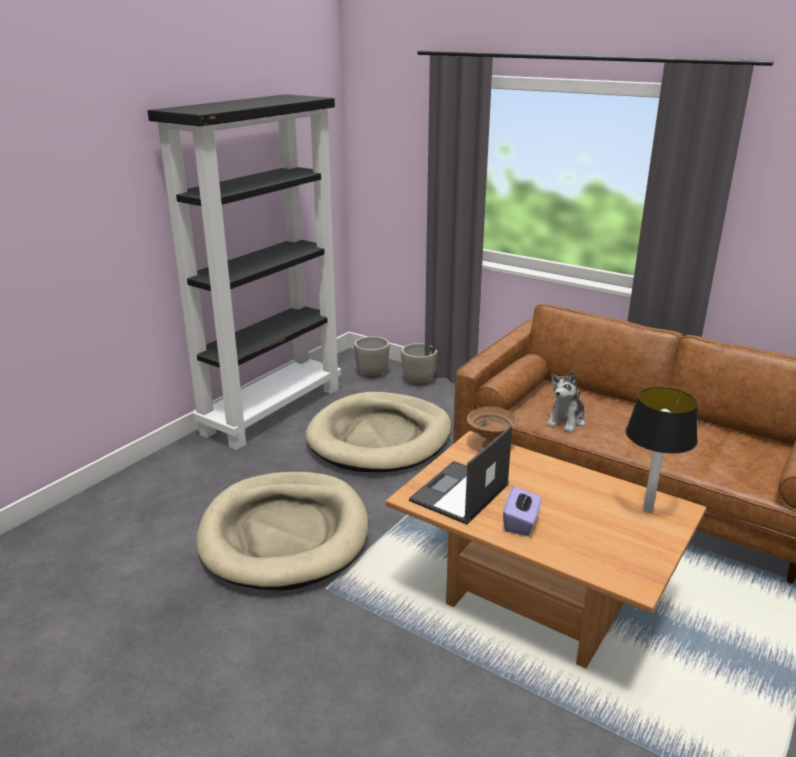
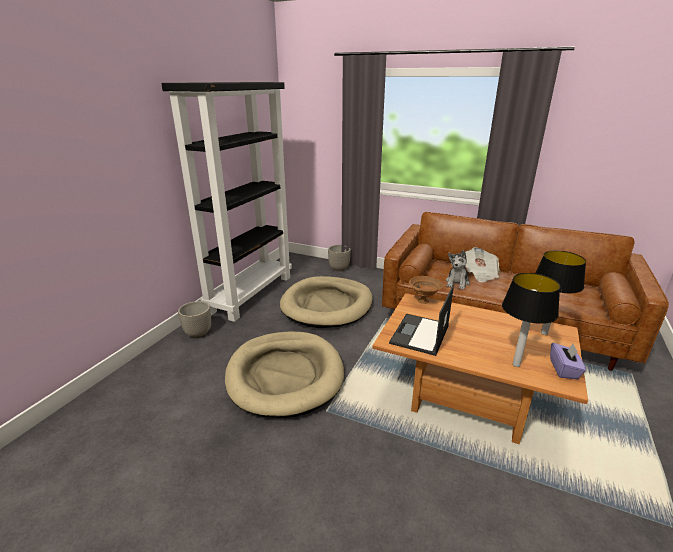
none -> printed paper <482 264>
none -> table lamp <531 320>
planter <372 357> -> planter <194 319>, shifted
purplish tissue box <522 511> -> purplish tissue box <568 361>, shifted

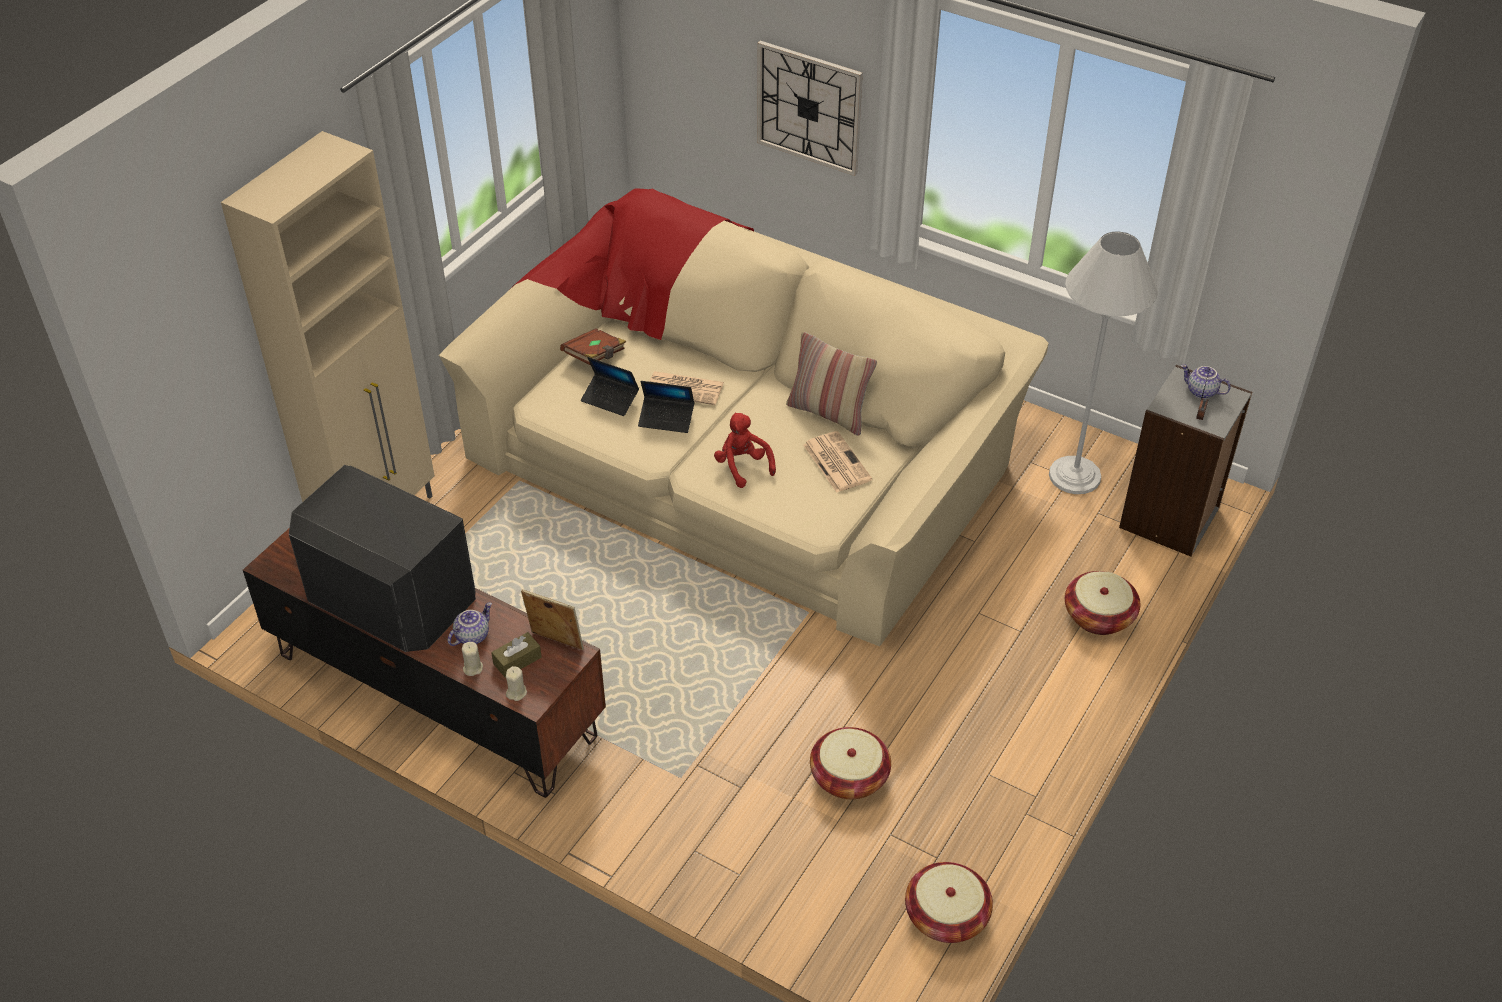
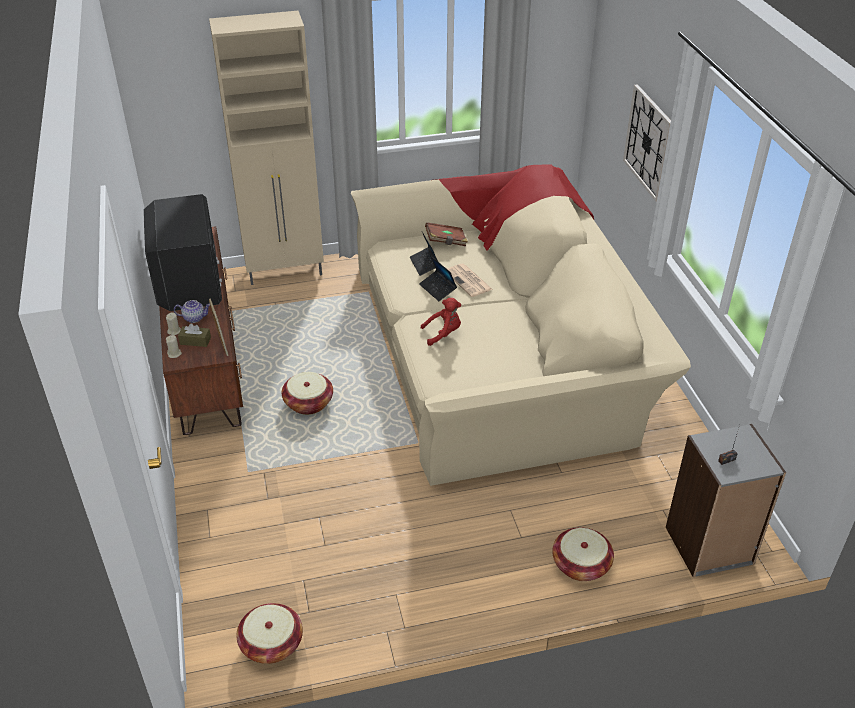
cushion <831 383> -> none
printed paper <838 462> -> none
whitish standing lamp <1103 362> -> none
tea pot <1206 381> -> none
basket <850 763> -> basket <307 393>, shifted
red-coloured plush toy <745 450> -> red-coloured plush toy <441 322>, 60 degrees clockwise

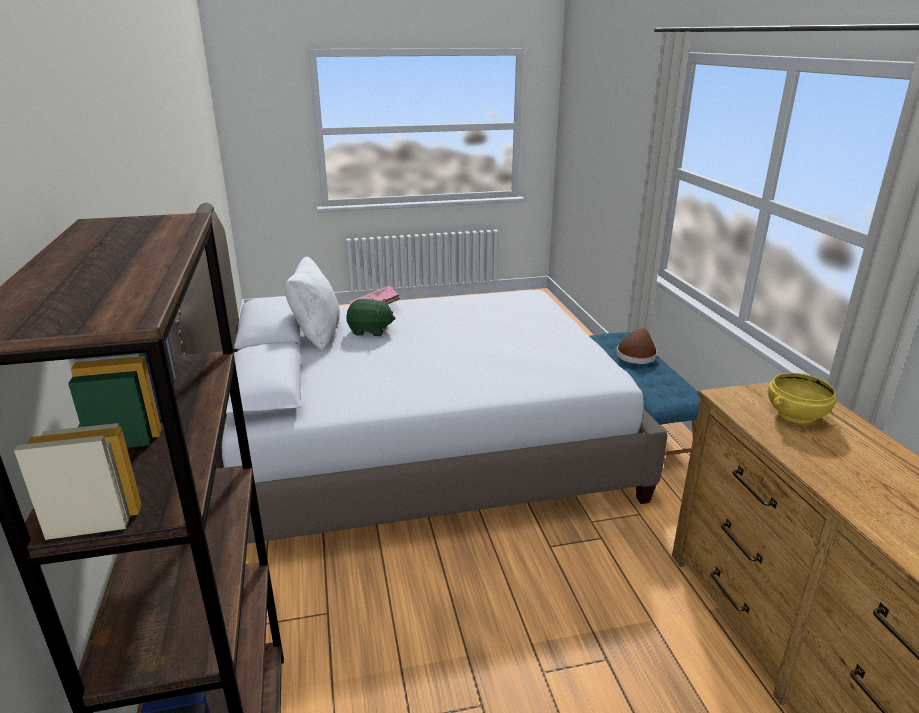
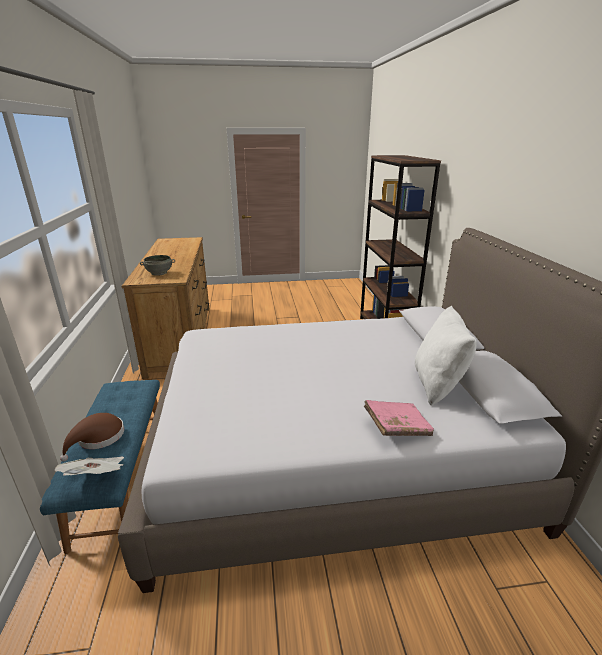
greenish plush toy <371 317> -> none
none -> printed paper <89 465>
yellow-coloured deep dish <802 398> -> greyish deep dish <157 265>

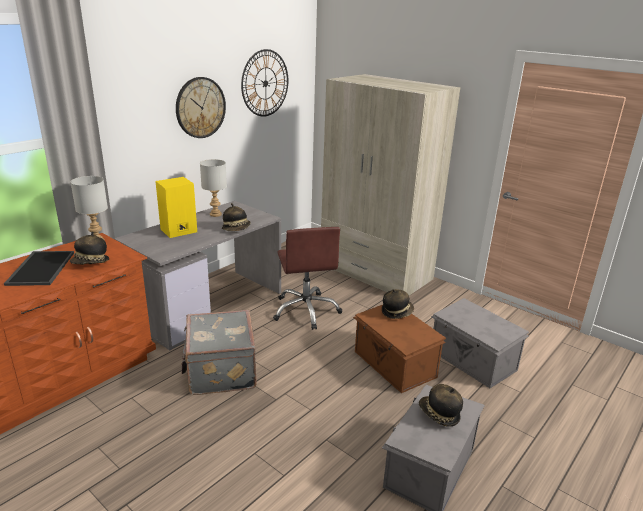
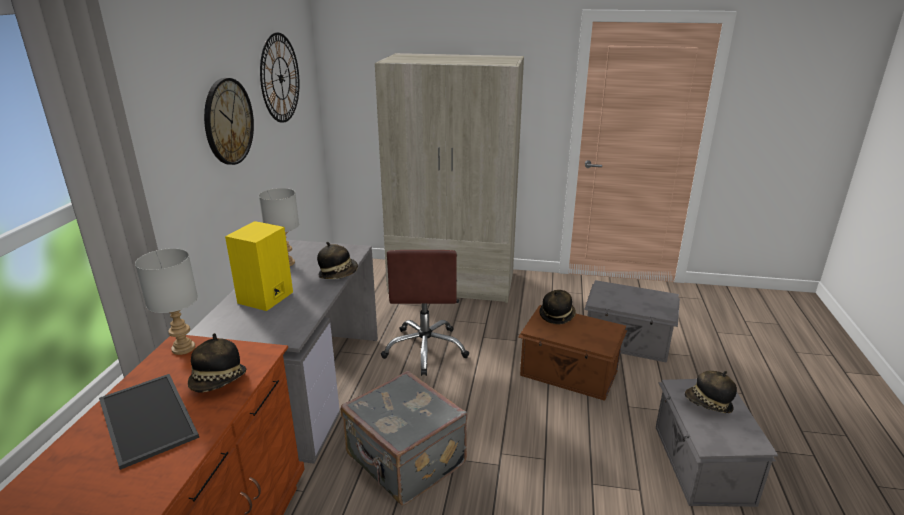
brown computer chair <307 278> -> brown computer chair <425 313>, 45 degrees clockwise

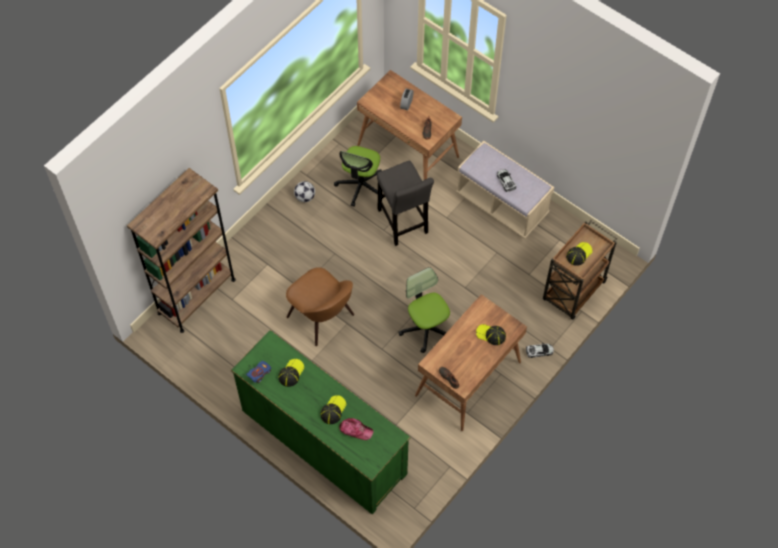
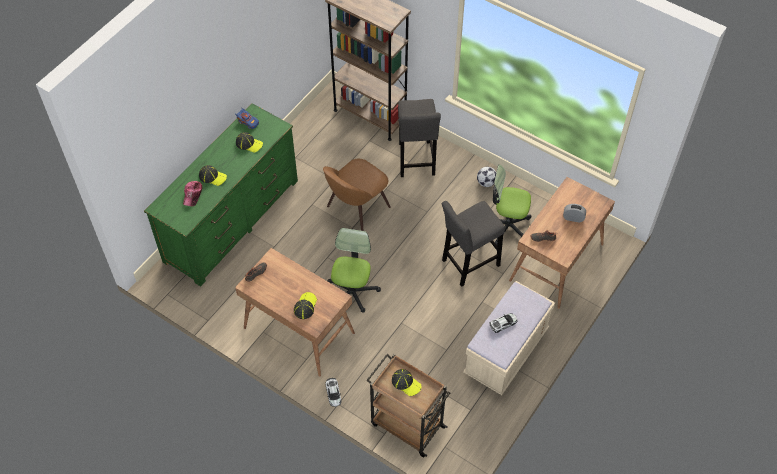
none -> greyish stool <419 138>
computer chair <424 310> -> computer chair <354 270>, 45 degrees counterclockwise

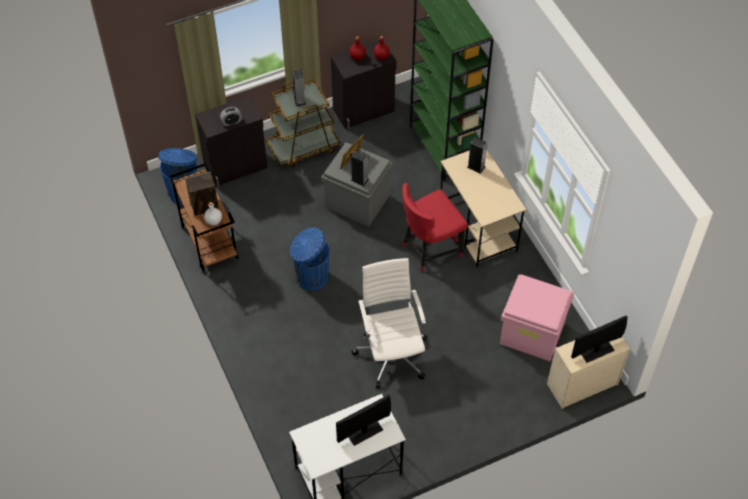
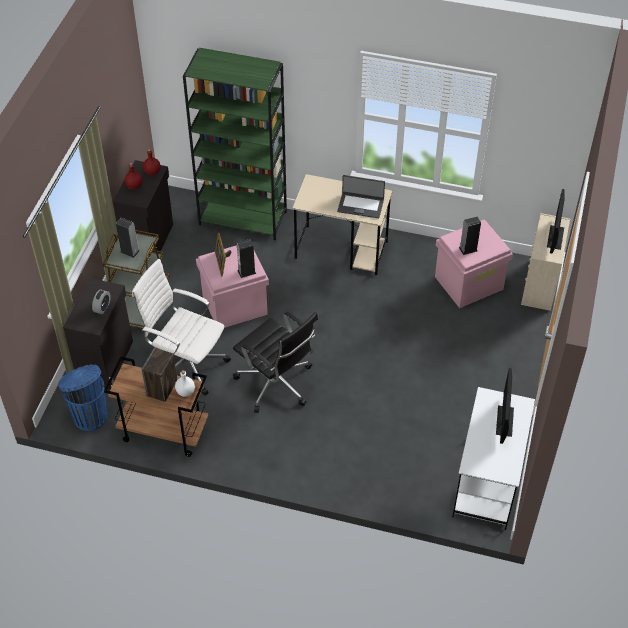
red-coloured plain chair <435 227> -> none
none -> notebook computer <361 196>
whitish computer chair <389 323> -> whitish computer chair <181 327>, shifted
loudspeaker <477 155> -> loudspeaker <470 235>, shifted
blue-coloured rubbish bin <310 259> -> black computer chair <275 362>
greyish storage container <357 184> -> pink-coloured storage container <232 286>

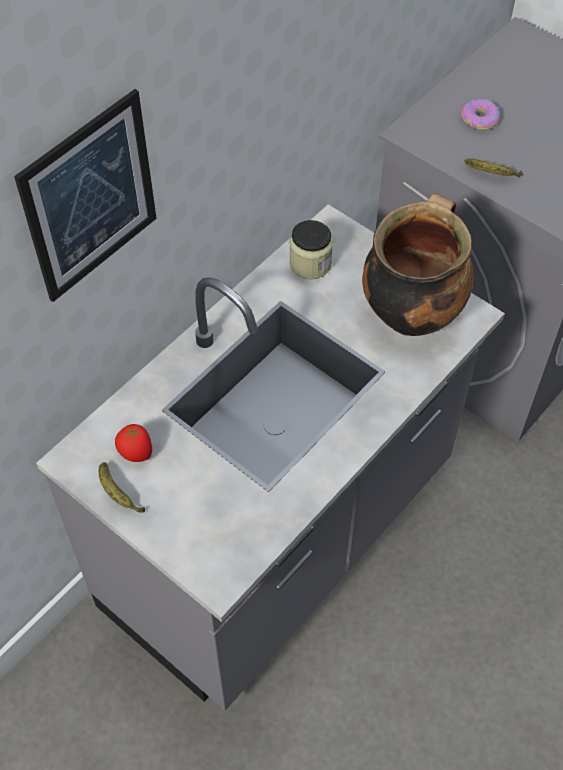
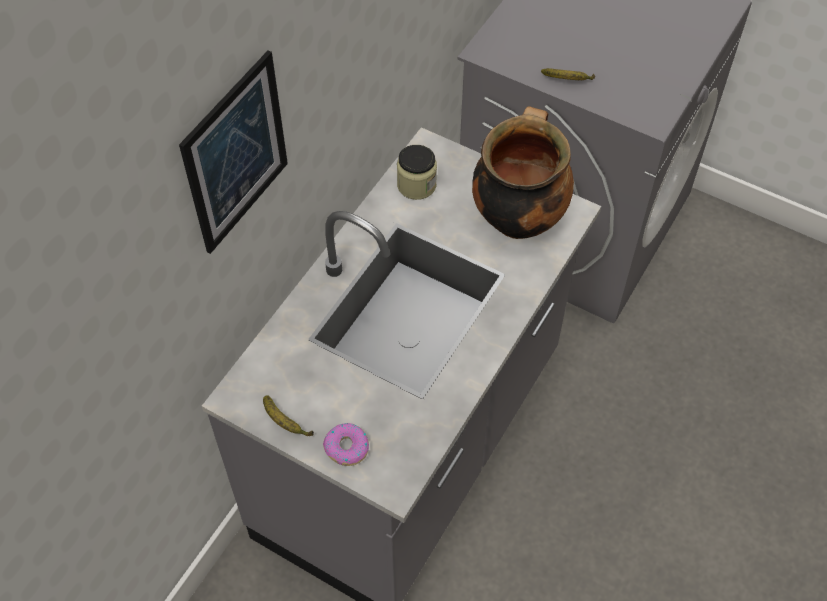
fresh tomato <133 443> -> none
ring doughnut <480 114> -> ring doughnut <346 444>, shifted

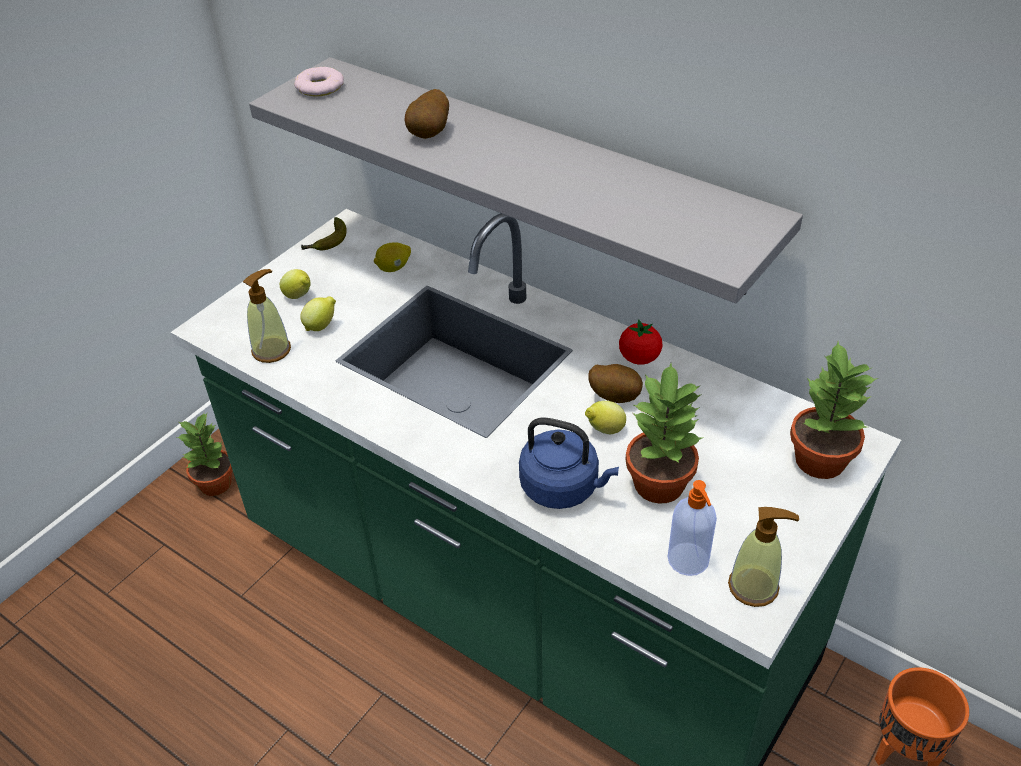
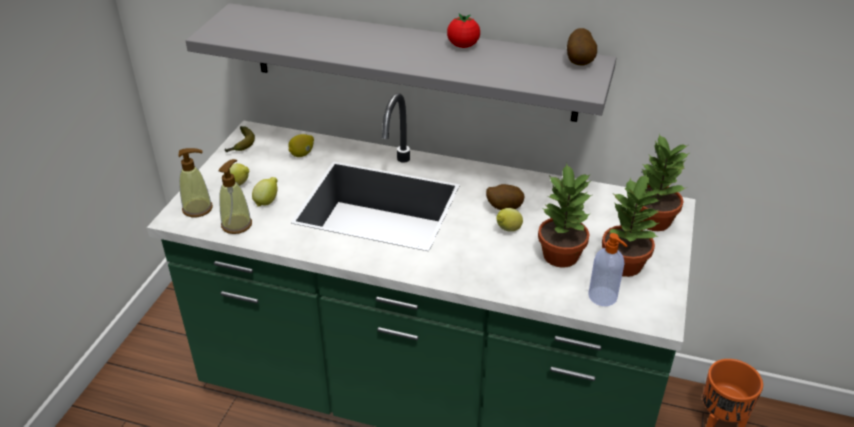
ring doughnut <319 82> -> none
blue-coloured water kettle <569 463> -> none
plant in a pot <205 454> -> plant in a pot <631 225>, shifted
whole potato <427 114> -> whole potato <582 47>, shifted
fresh tomato <640 342> -> fresh tomato <463 30>, shifted
soap bottle <763 557> -> soap bottle <196 182>, shifted

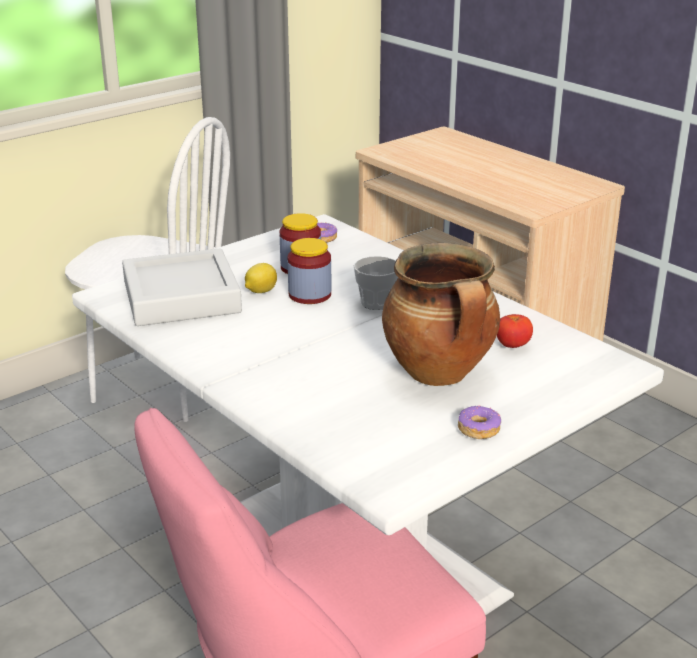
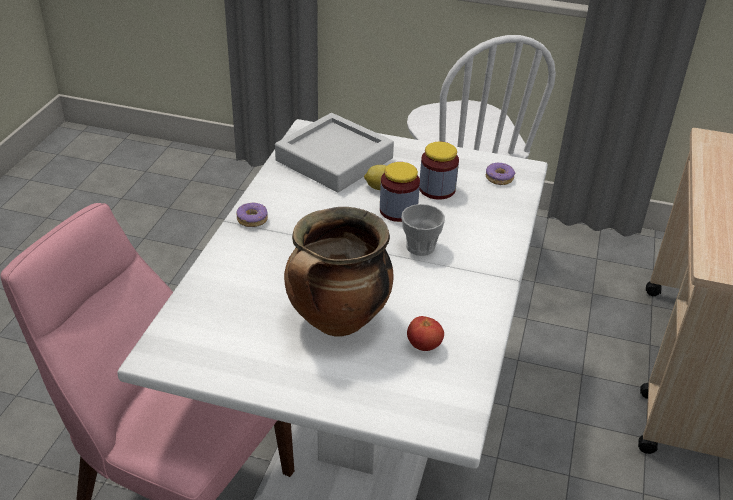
ring doughnut <479 422> -> ring doughnut <252 215>, shifted

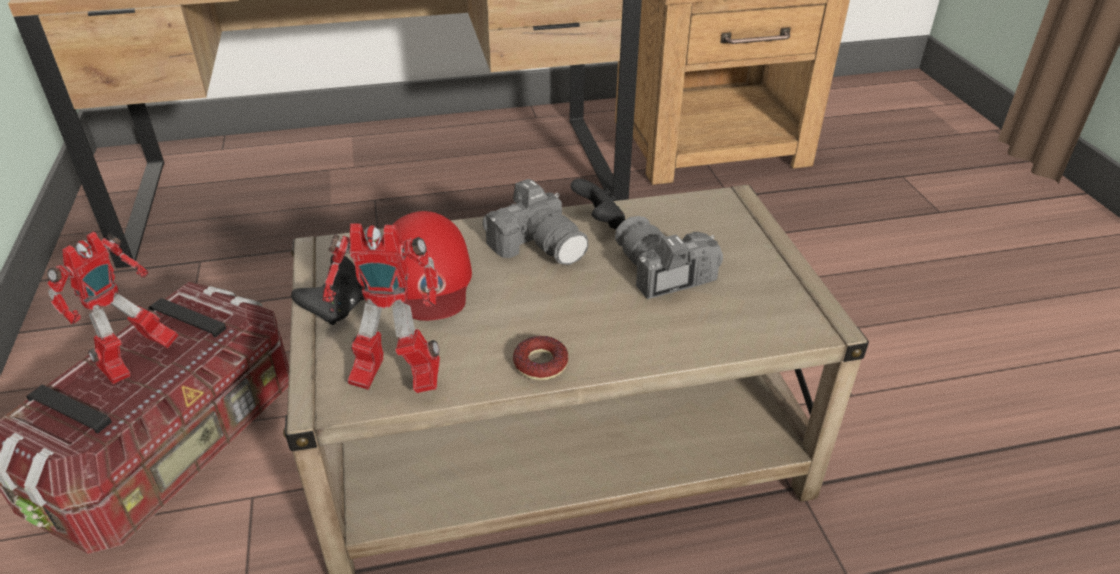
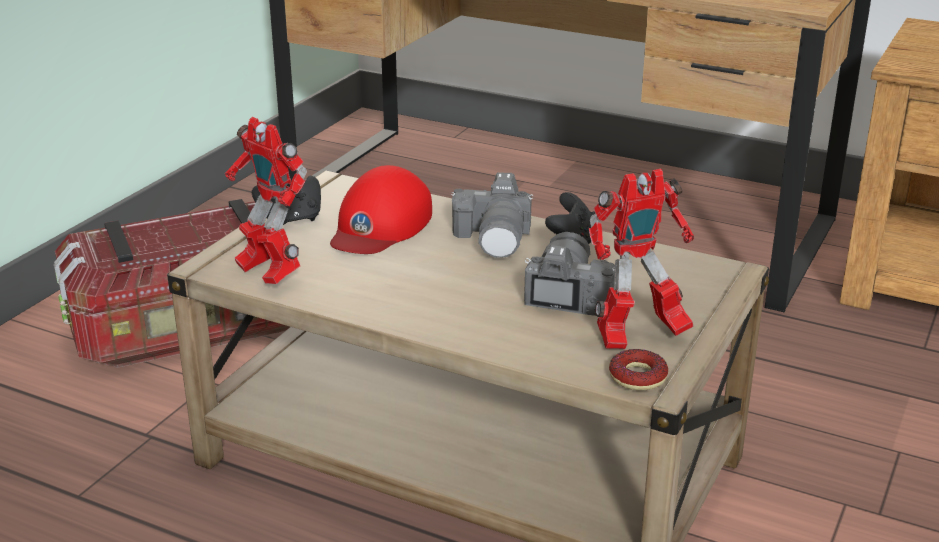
toy robot <113 307> -> toy robot <641 259>, shifted
ring doughnut <540 358> -> ring doughnut <638 369>, shifted

